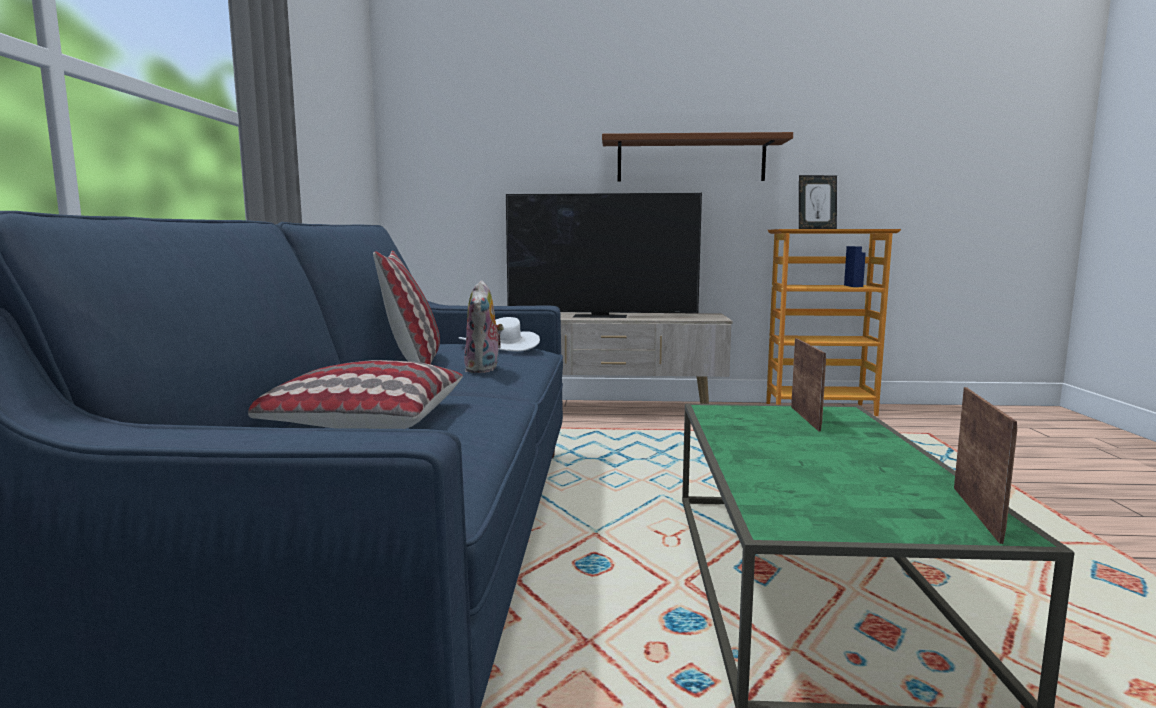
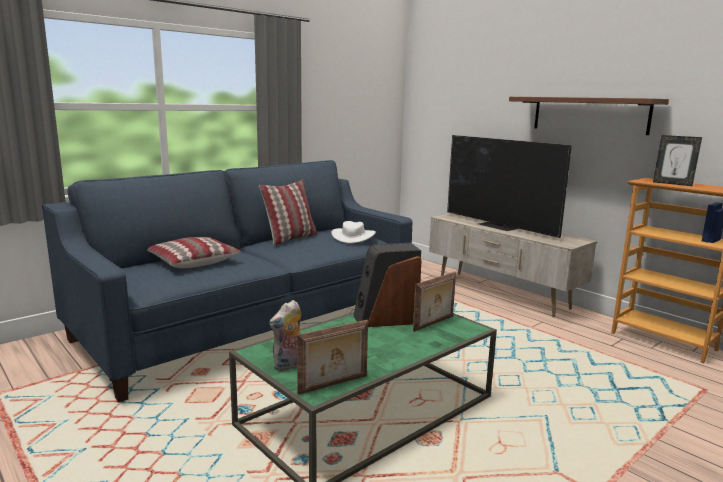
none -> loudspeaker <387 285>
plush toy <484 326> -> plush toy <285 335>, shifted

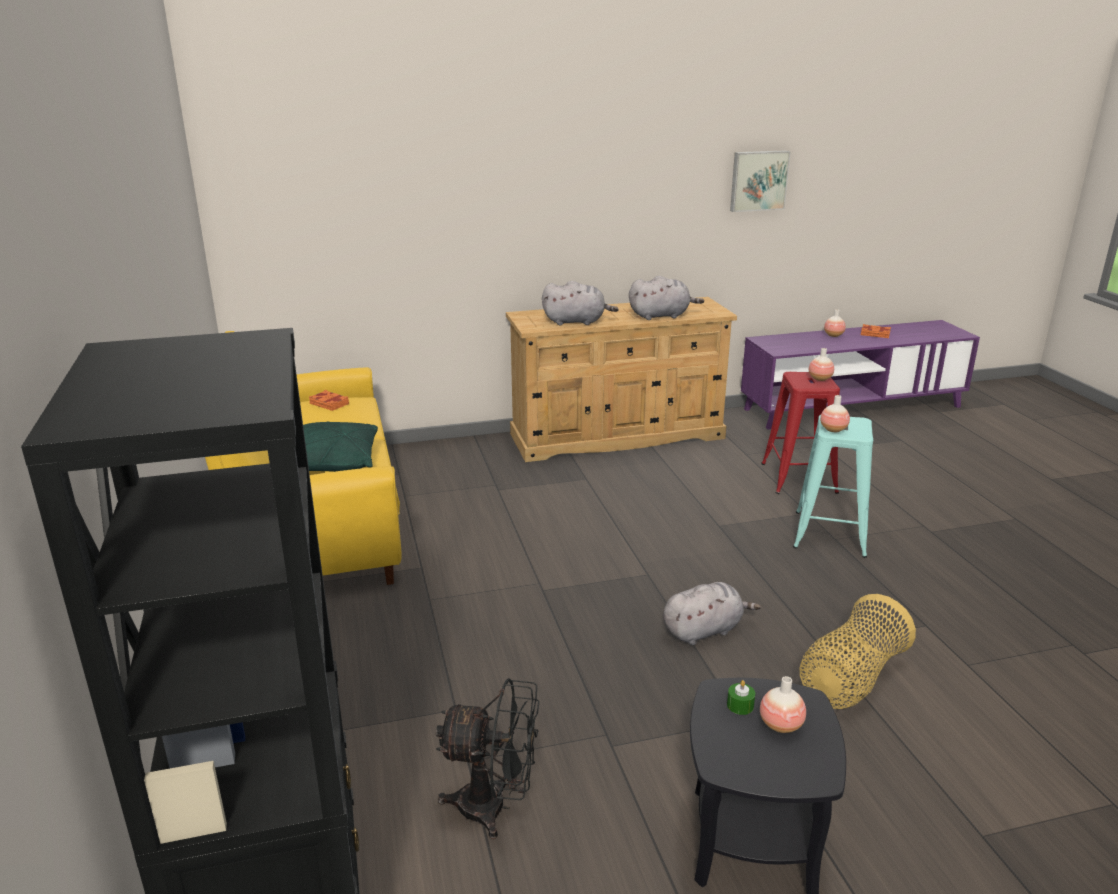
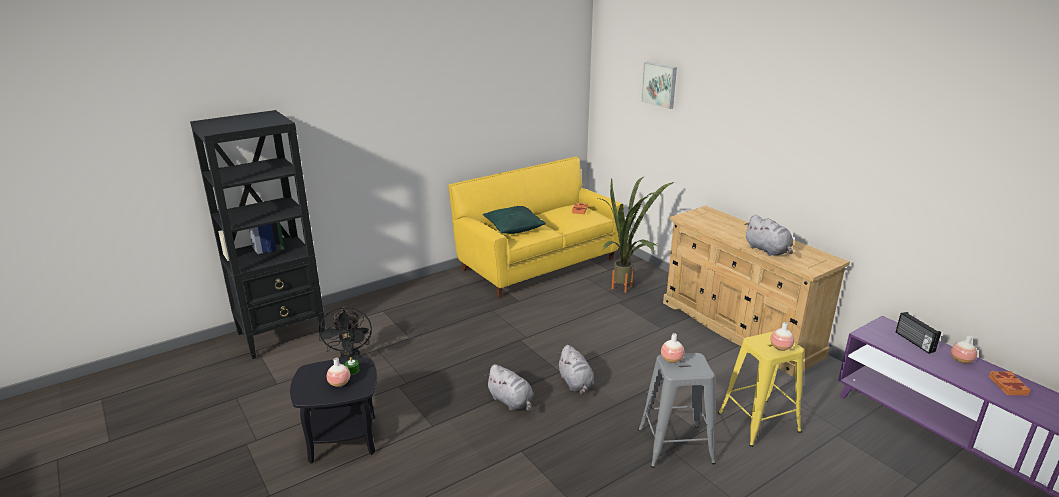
basket <858 651> -> none
none -> plant in a pot <636 235>
none -> radio <918 333>
greyish plush toy <580 303> -> greyish plush toy <575 370>, shifted
wall art <760 181> -> wall art <659 85>, shifted
red-coloured stool <800 433> -> yellow-coloured stool <761 389>
blue-green stool <833 486> -> greyish stool <677 410>

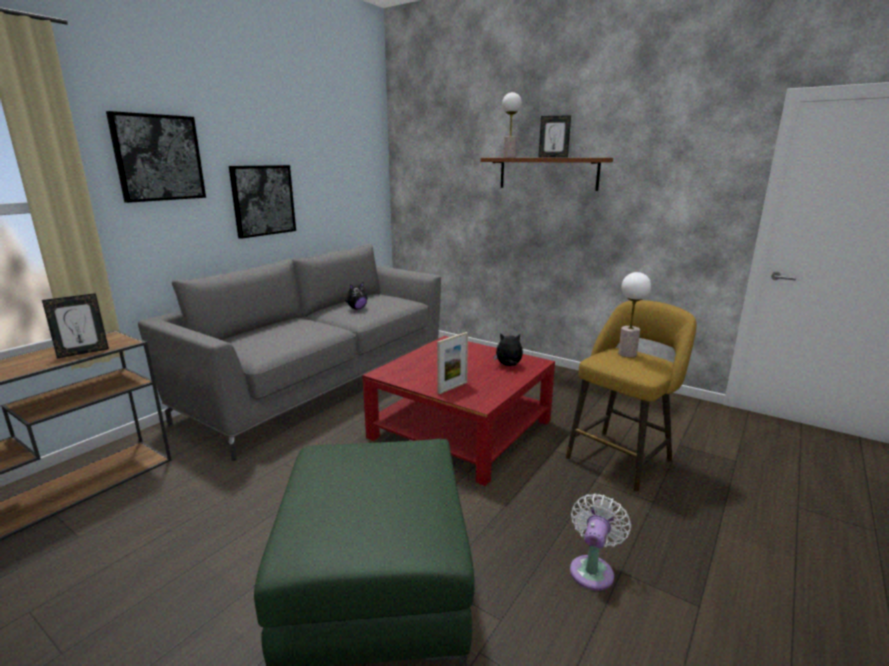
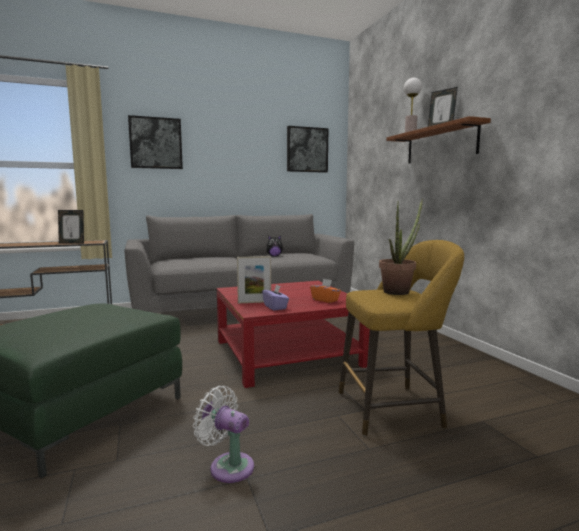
none -> purplish tissue box <275 297>
wall art <262 202> -> wall art <307 149>, shifted
plush toy <508 349> -> orangey tissue box <325 291>
table lamp <634 314> -> plant in a pot <401 247>
whitish fan <600 542> -> whitish fan <223 434>, 120 degrees counterclockwise

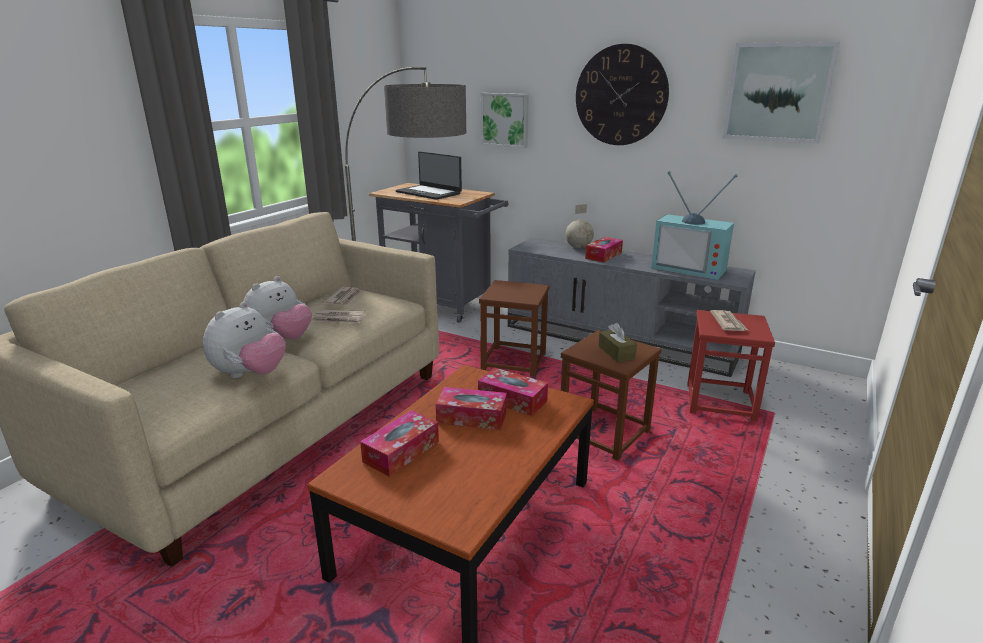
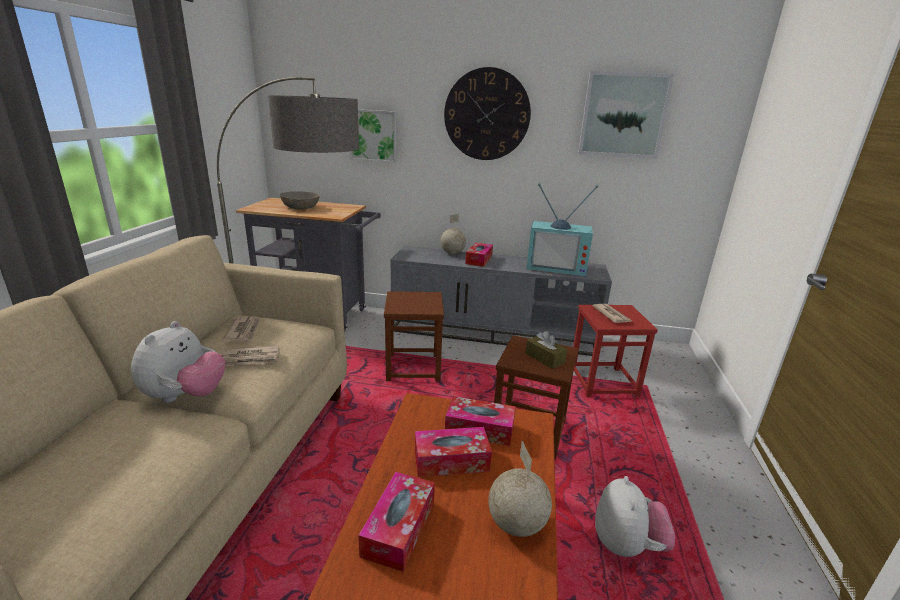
none -> desk globe <520 488>
plush toy <244 340> -> plush toy <635 516>, shifted
notebook computer <429 175> -> greyish deep dish <300 200>

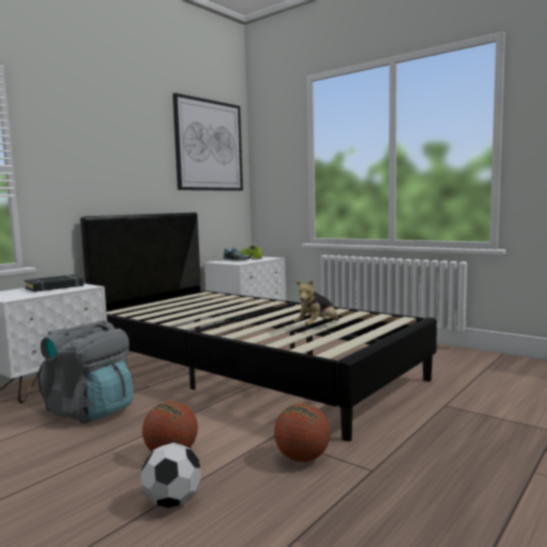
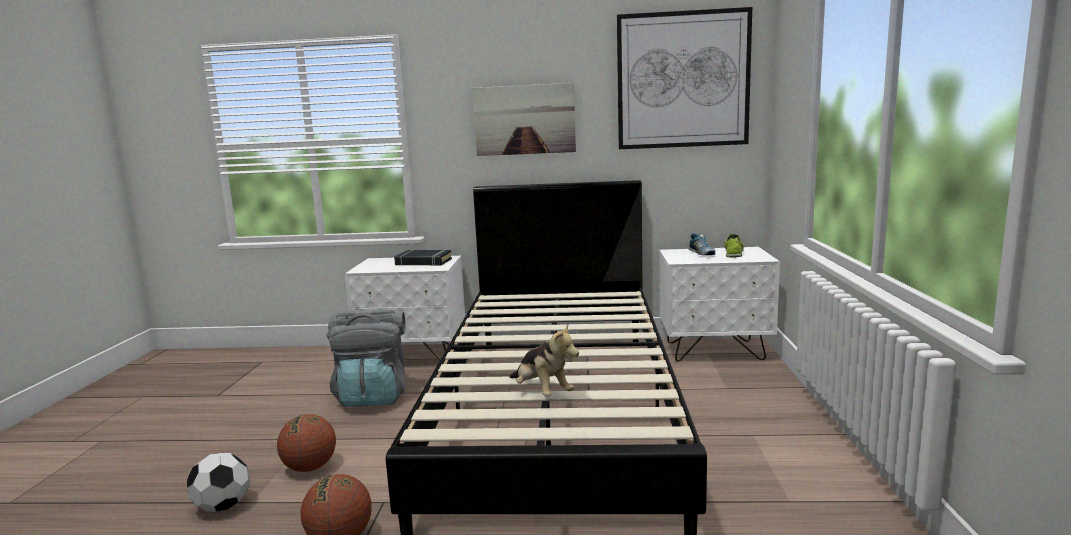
none -> wall art <524 119>
plush toy <316 302> -> plush toy <544 360>, 135 degrees counterclockwise

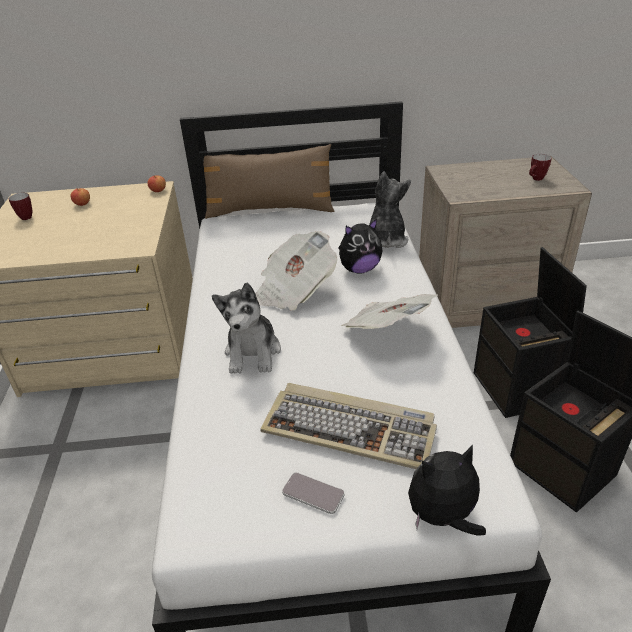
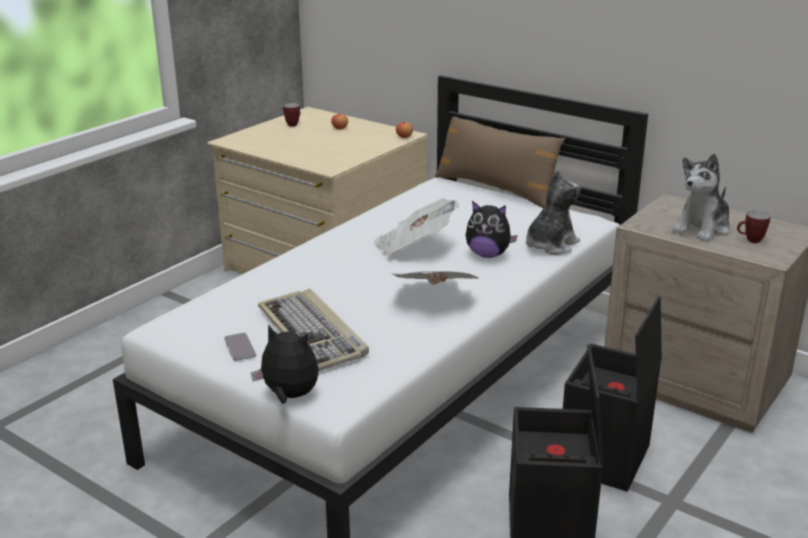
plush toy <246 328> -> plush toy <701 198>, shifted

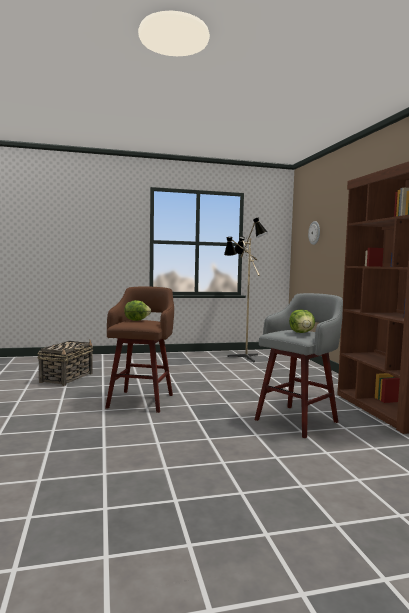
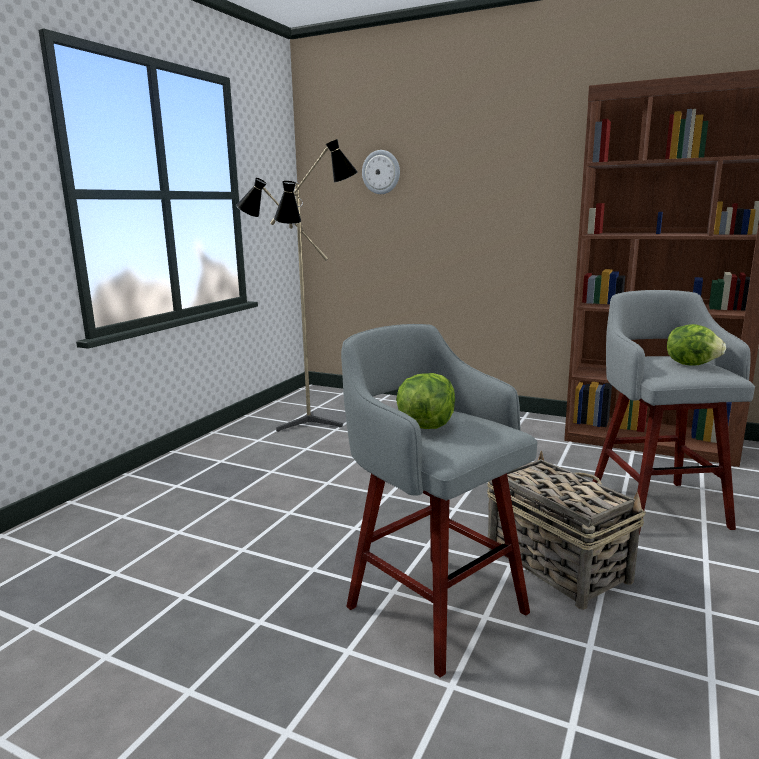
basket <65 362> -> basket <566 530>, shifted
brown stool <139 350> -> greyish stool <439 501>

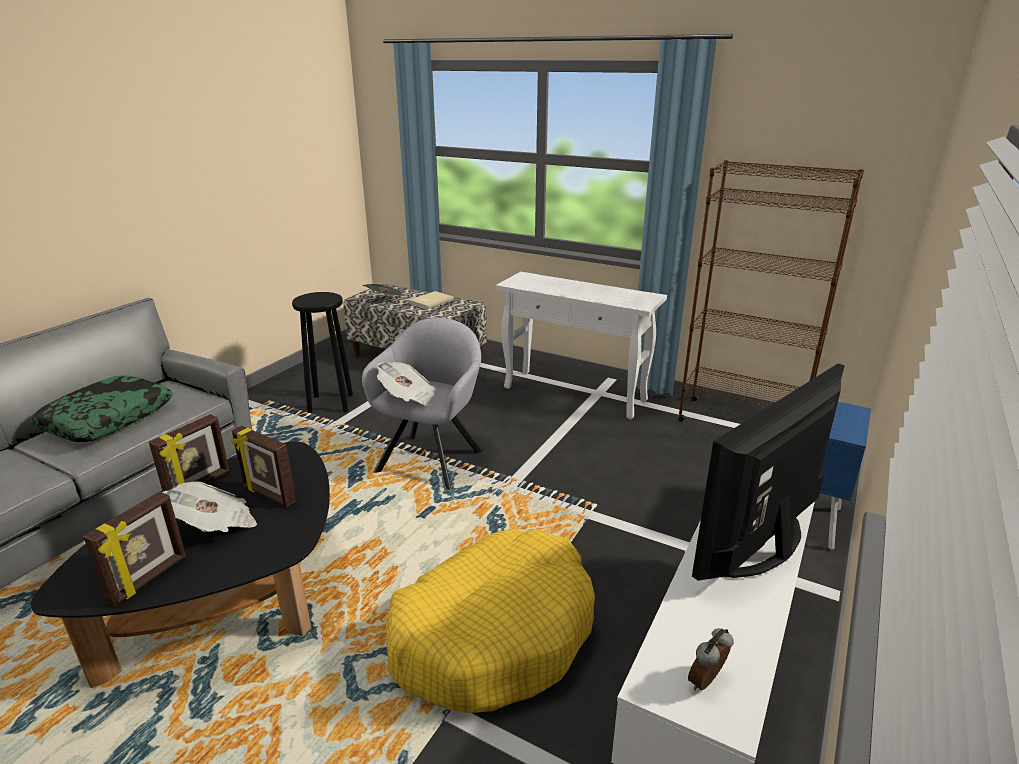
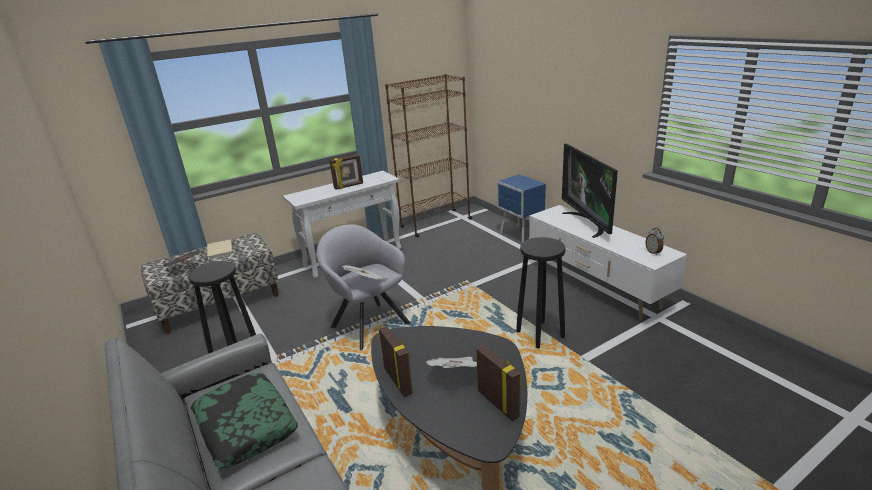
picture frame <263 466> -> picture frame <346 172>, shifted
yellow-coloured dog bed <490 620> -> black stool <541 293>

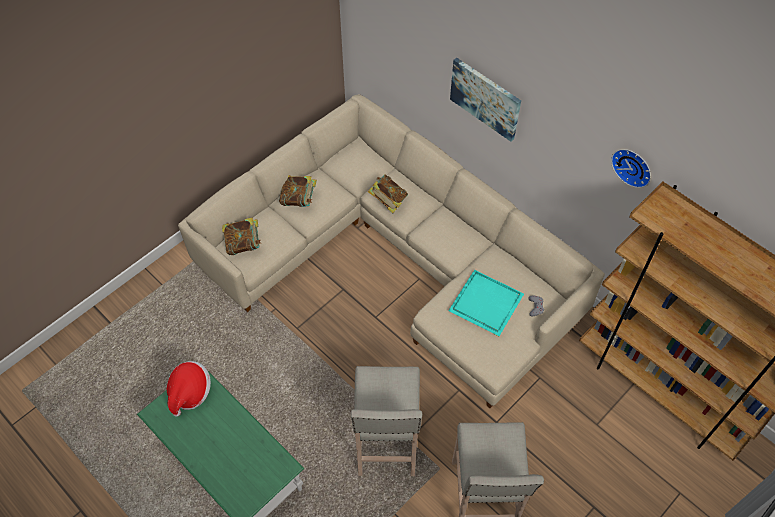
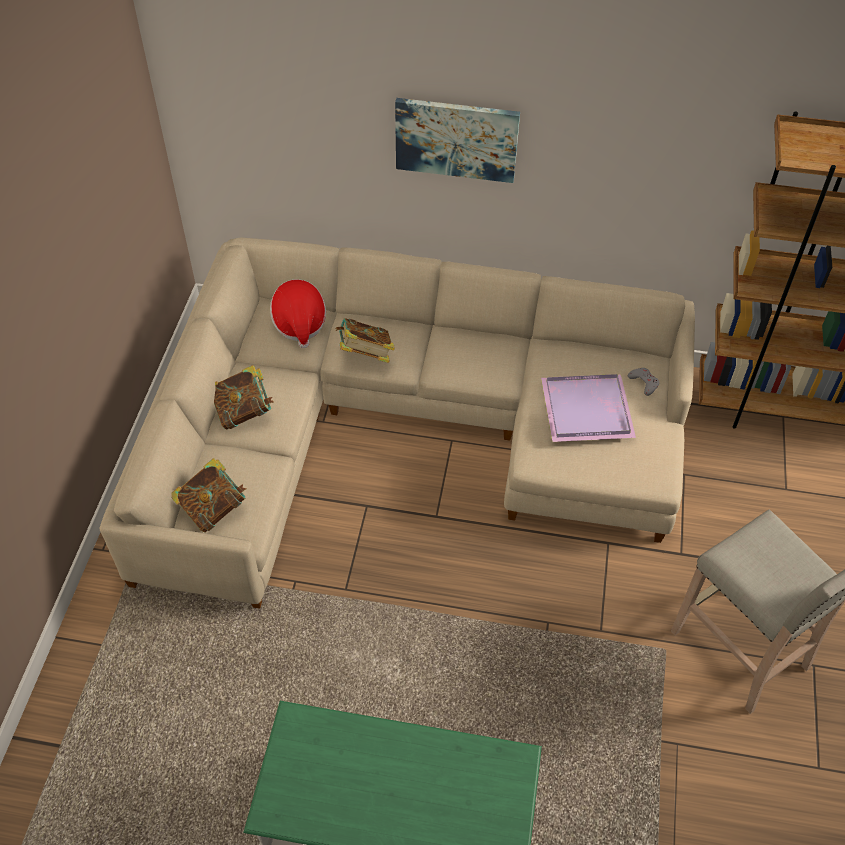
beige-coloured stool <386 421> -> none
clock on the wall <631 168> -> none
wearable hat <189 389> -> wearable hat <298 313>, shifted
blue-green tray <486 303> -> purplish tray <588 408>

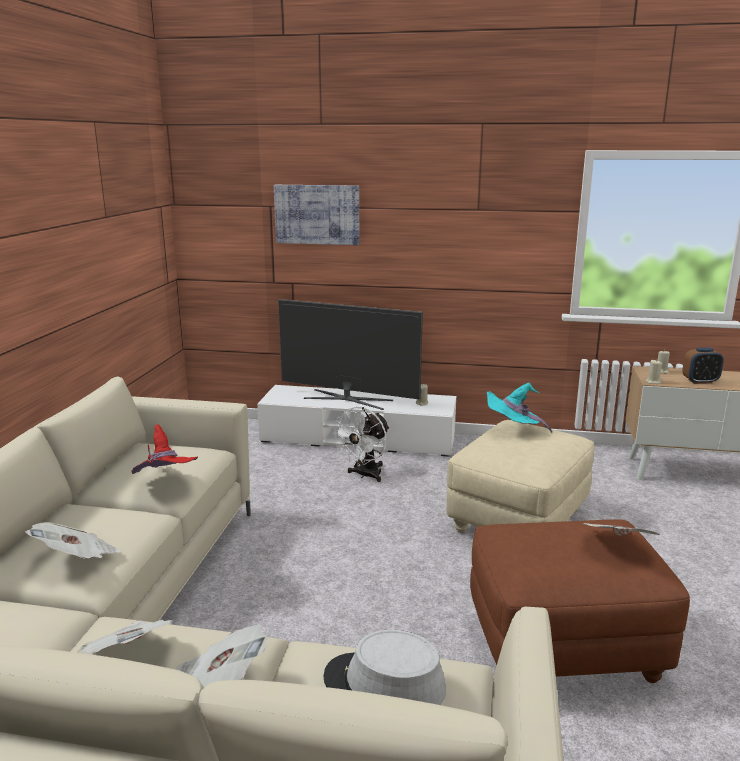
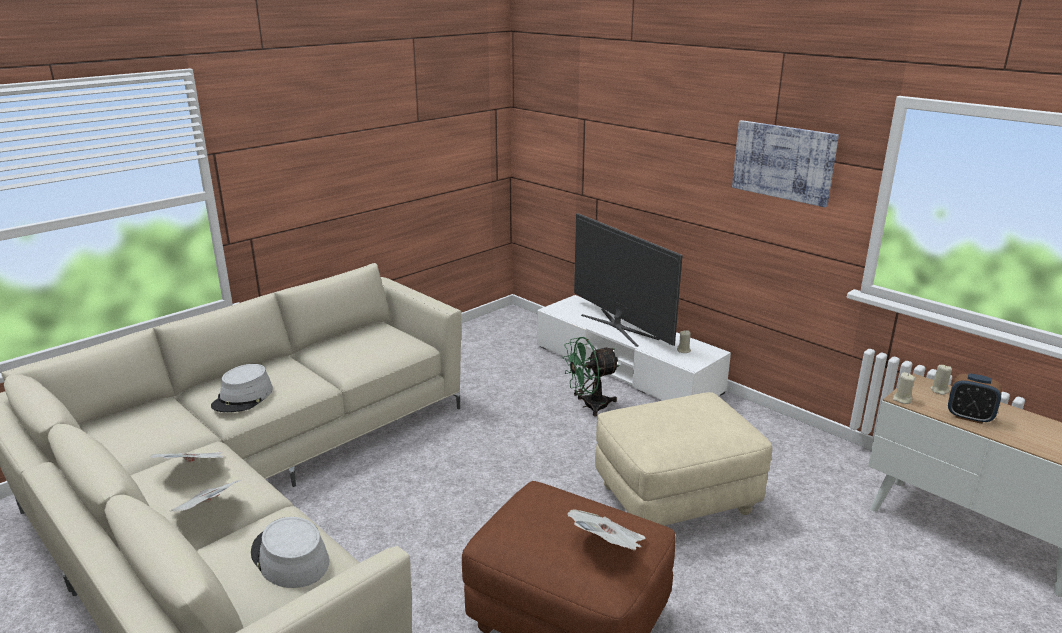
red-coloured wearable hat <164 449> -> none
blue-green wearable hat <519 408> -> none
wall art <316 215> -> wall art <785 163>, shifted
printed paper <73 540> -> greyish wearable hat <242 388>
whitish fan <361 444> -> greenish fan <591 377>

